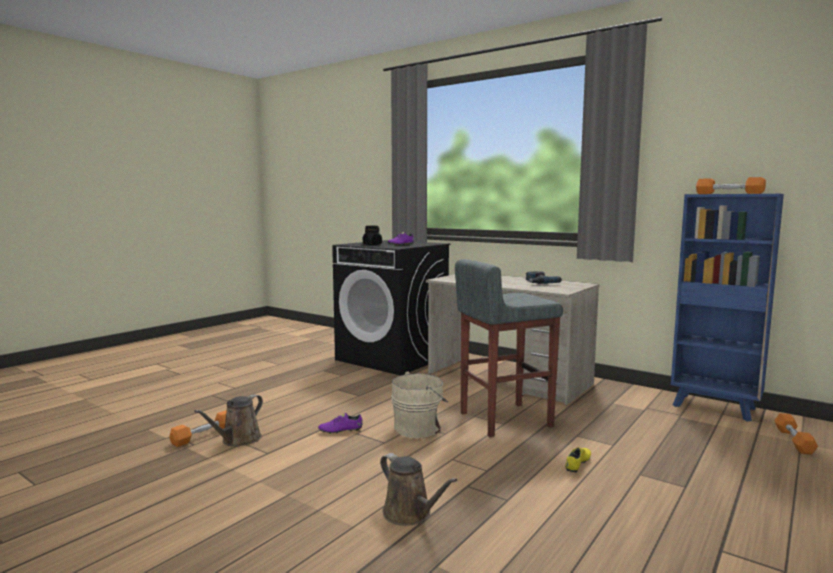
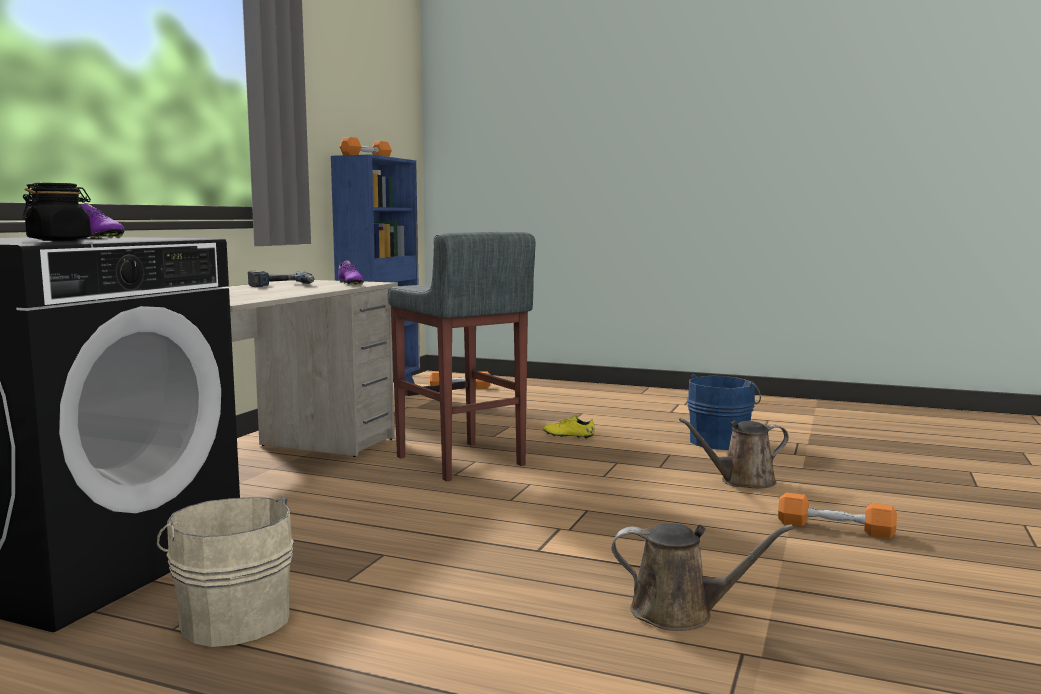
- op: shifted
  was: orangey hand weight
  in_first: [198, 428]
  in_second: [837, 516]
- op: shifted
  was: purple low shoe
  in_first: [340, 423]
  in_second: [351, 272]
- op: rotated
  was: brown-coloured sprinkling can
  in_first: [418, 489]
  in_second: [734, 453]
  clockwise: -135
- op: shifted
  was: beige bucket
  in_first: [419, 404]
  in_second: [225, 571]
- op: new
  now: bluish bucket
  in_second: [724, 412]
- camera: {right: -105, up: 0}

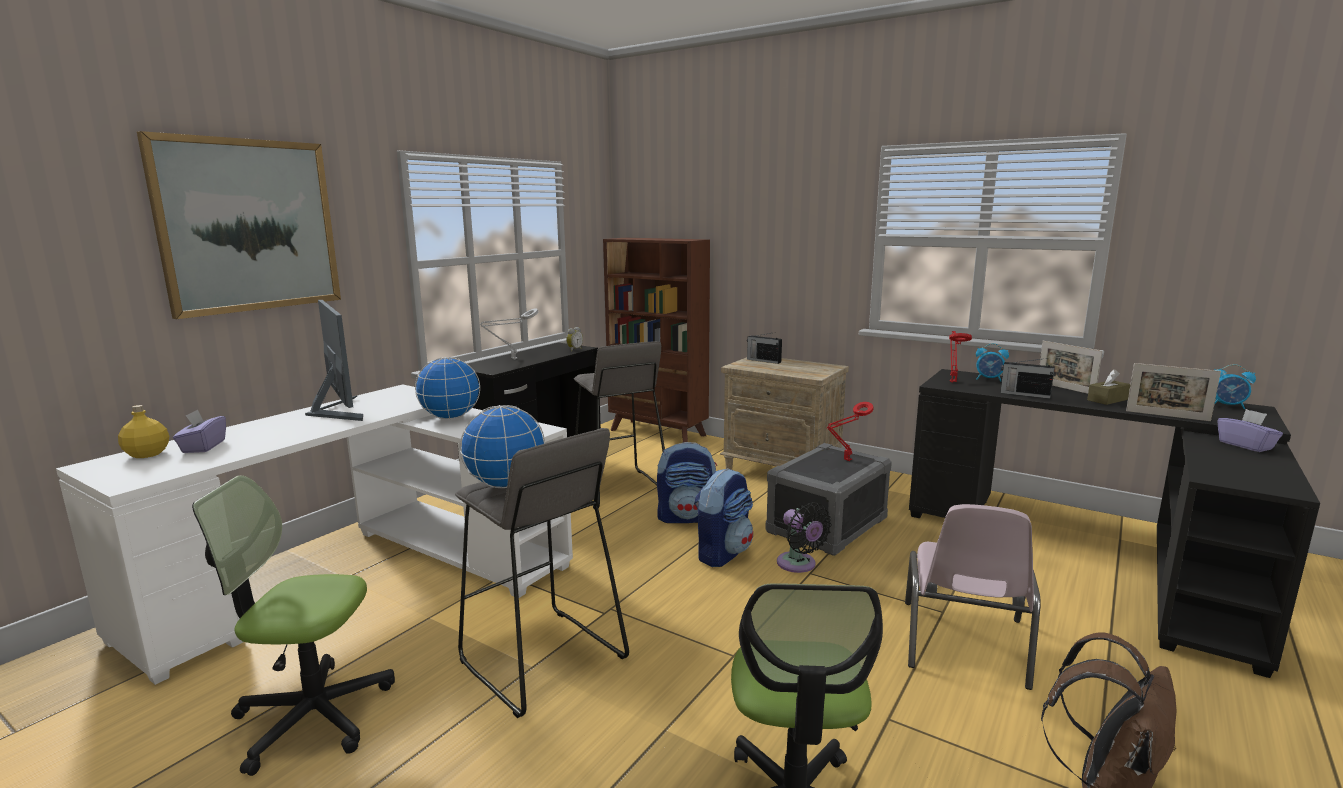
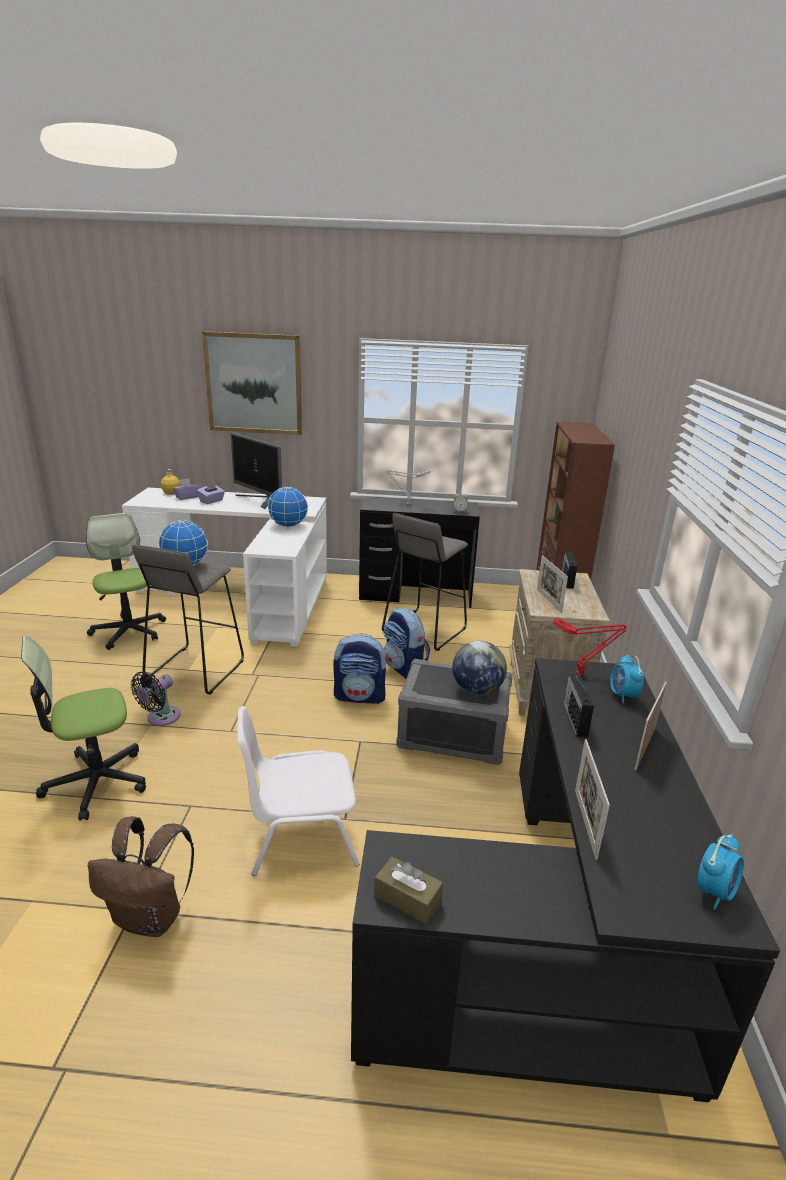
- op: rotated
  was: computer screen
  in_first: [334, 360]
  in_second: [256, 471]
  clockwise: 105
- op: shifted
  was: black fan
  in_first: [804, 537]
  in_second: [155, 698]
- op: swapped
  was: red-coloured lamp for a table
  now: globe
  in_first: [850, 431]
  in_second: [479, 668]
- op: repainted
  was: pinkish plain chair
  now: white plain chair
  in_first: [973, 597]
  in_second: [298, 791]
- op: shifted
  was: brown-coloured box of tissues
  in_first: [1108, 387]
  in_second: [408, 890]
- op: rotated
  was: table clock
  in_first: [1235, 386]
  in_second: [721, 871]
  clockwise: -135
- op: shifted
  was: purple box of tissues
  in_first: [1250, 430]
  in_second: [211, 493]
- op: new
  now: photo frame
  in_second: [552, 584]
- camera: {right: 60, up: 10}

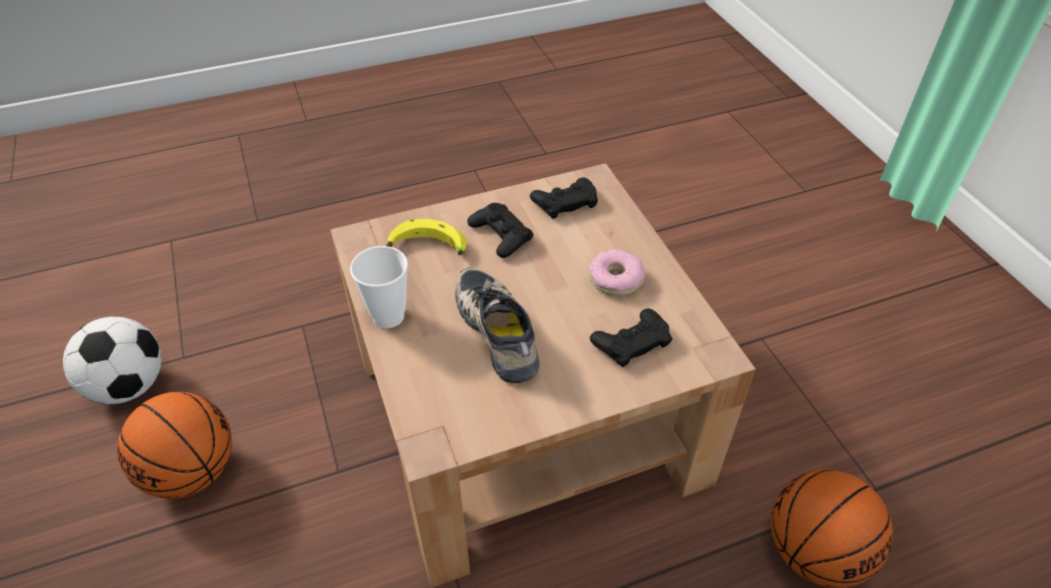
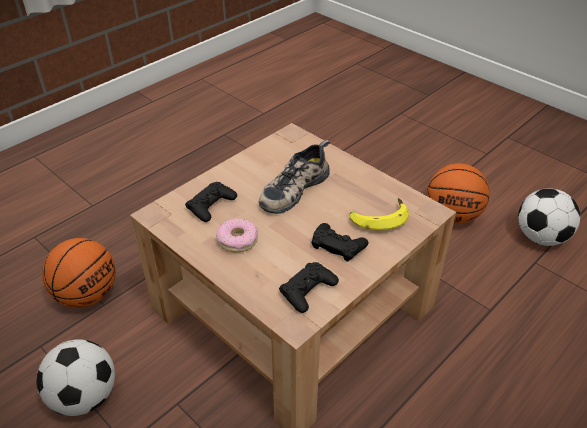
- op: gone
  was: drinking cup
  in_first: [379, 287]
- op: rotated
  was: low shoe
  in_first: [497, 325]
  in_second: [294, 177]
  clockwise: 90
- op: new
  now: football ball
  in_second: [75, 377]
- camera: {right: 155, up: -5}

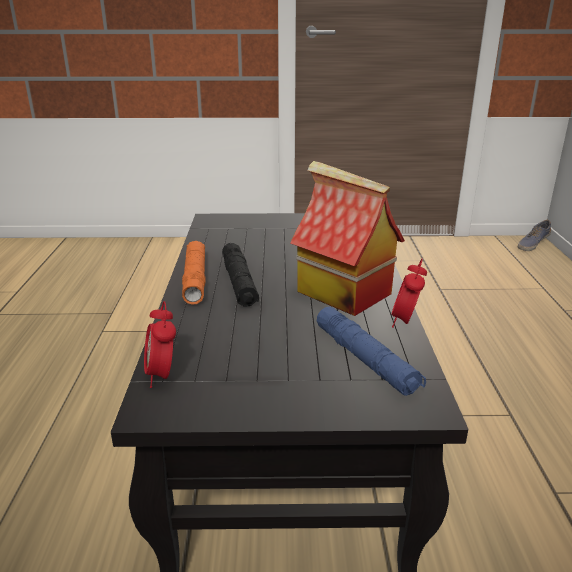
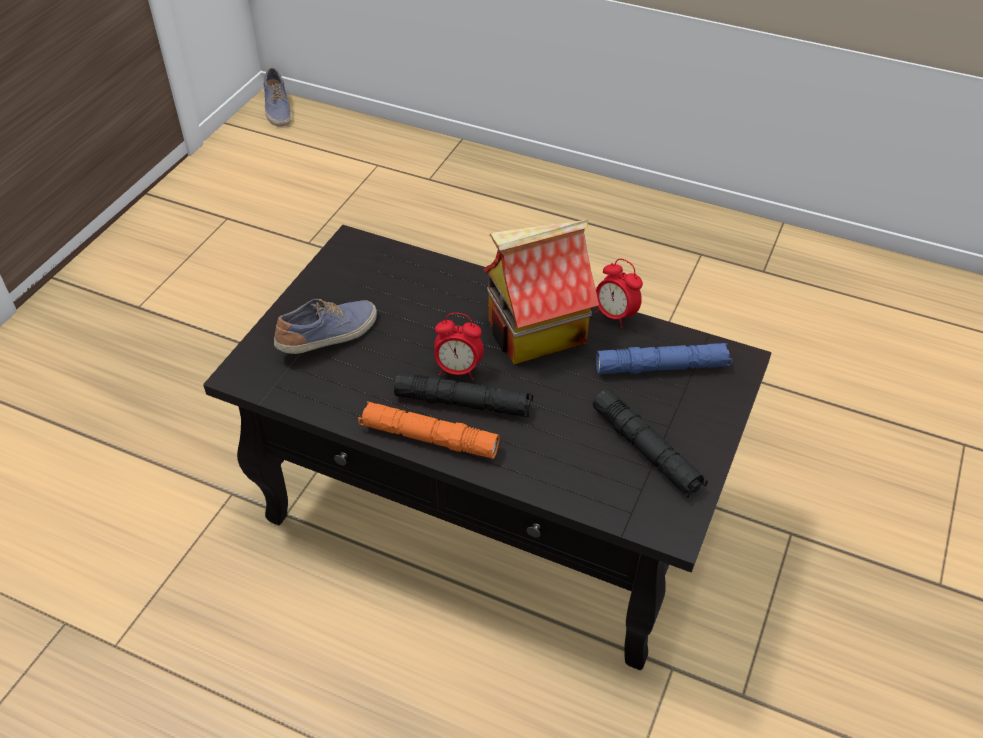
- op: shifted
  was: table clock
  in_first: [160, 344]
  in_second: [459, 346]
- op: new
  now: low shoe
  in_second: [325, 326]
- op: new
  now: black torch
  in_second: [650, 443]
- camera: {right: -65, up: 20}

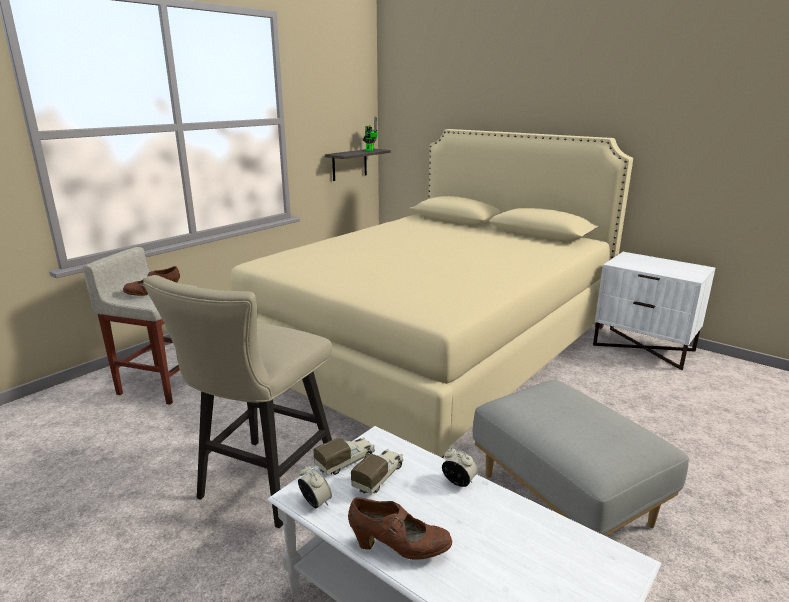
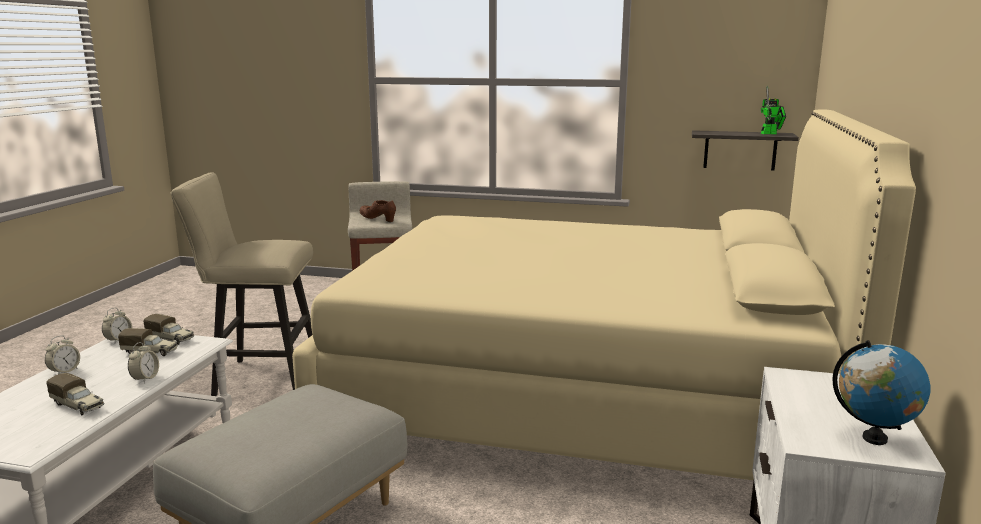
- op: swapped
  was: brown-coloured low shoe
  now: table clock
  in_first: [400, 528]
  in_second: [62, 355]
- op: new
  now: toy lorry
  in_second: [75, 394]
- op: new
  now: globe
  in_second: [881, 392]
- camera: {right: 65, up: -5}

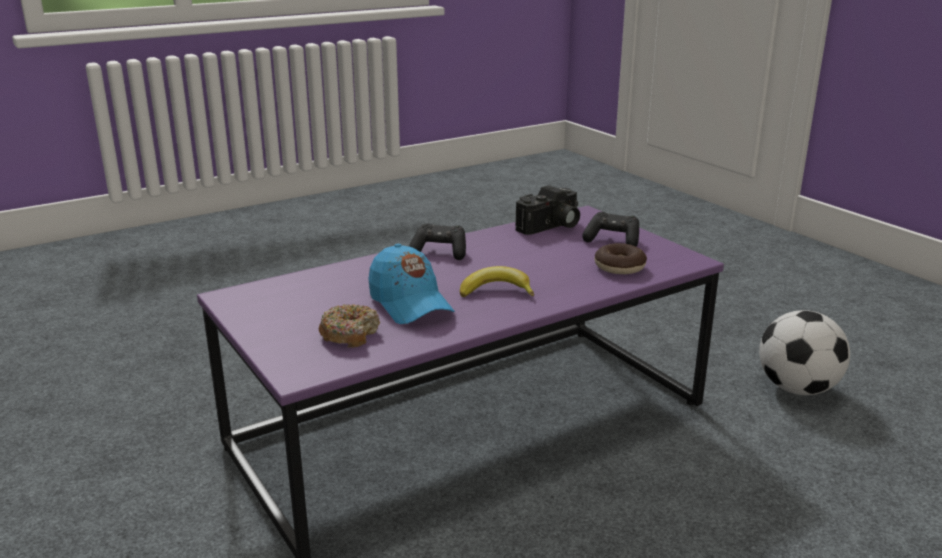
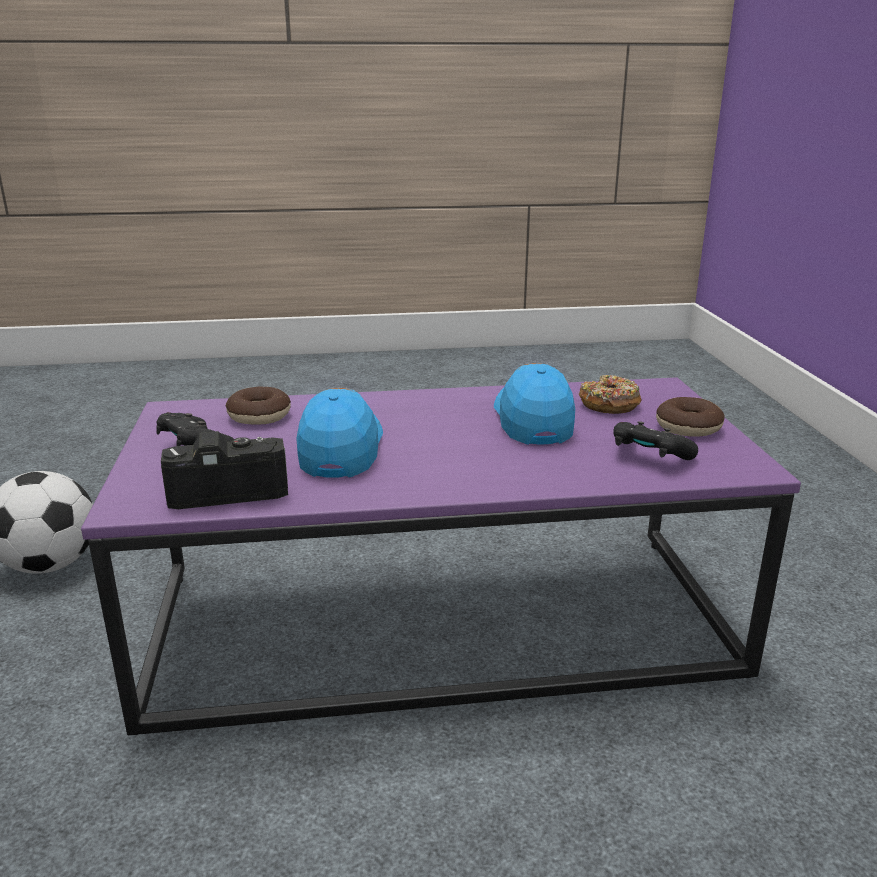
- op: shifted
  was: black gamepad
  in_first: [437, 241]
  in_second: [655, 440]
- op: gone
  was: whole banana
  in_first: [497, 281]
- op: new
  now: bluish peaked cap
  in_second: [339, 433]
- op: new
  now: ring doughnut
  in_second: [690, 417]
- camera: {right: -155, up: 0}

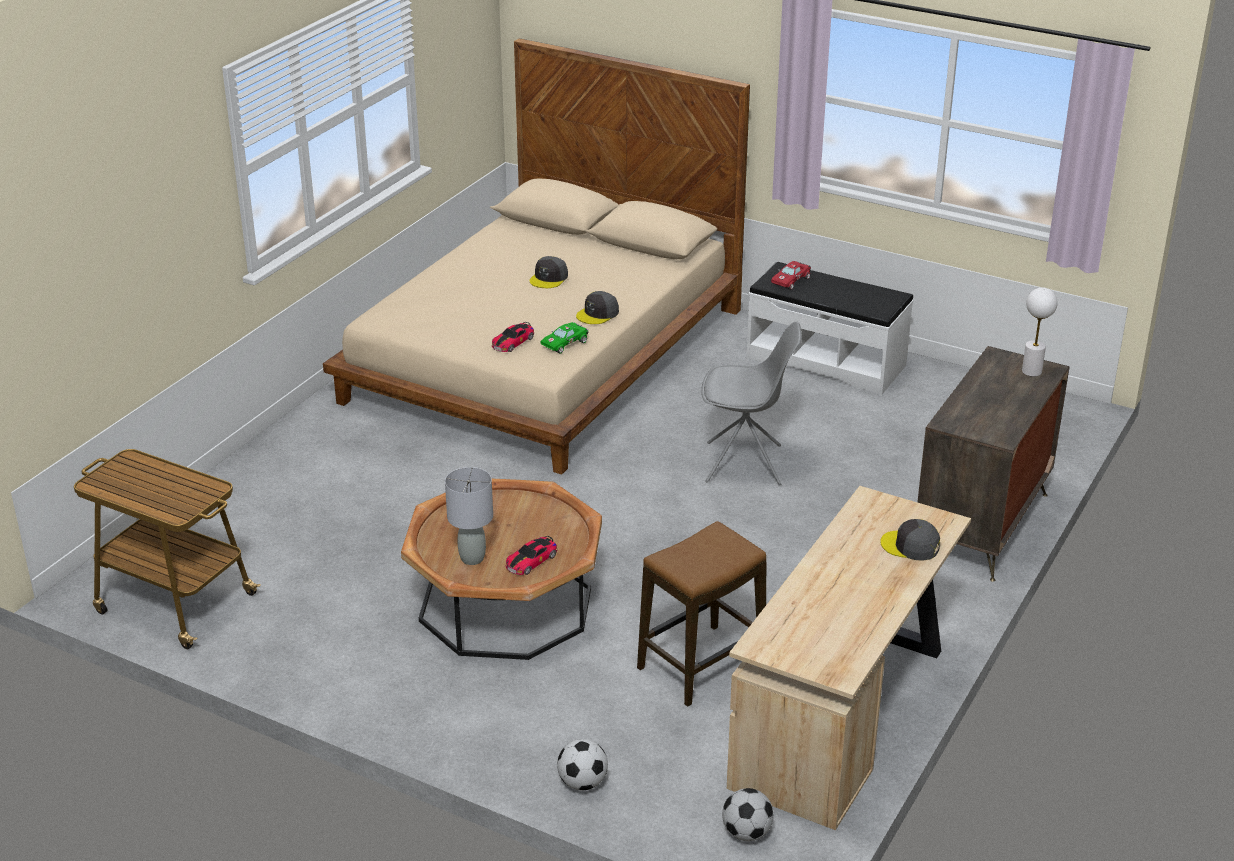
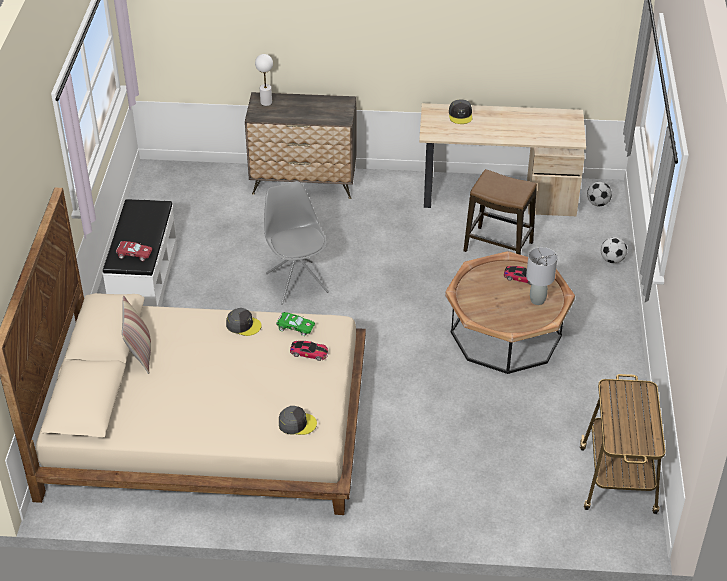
- op: shifted
  was: greyish peaked cap
  in_first: [549, 272]
  in_second: [298, 420]
- op: new
  now: pillow
  in_second: [136, 335]
- camera: {right: -115, up: 10}

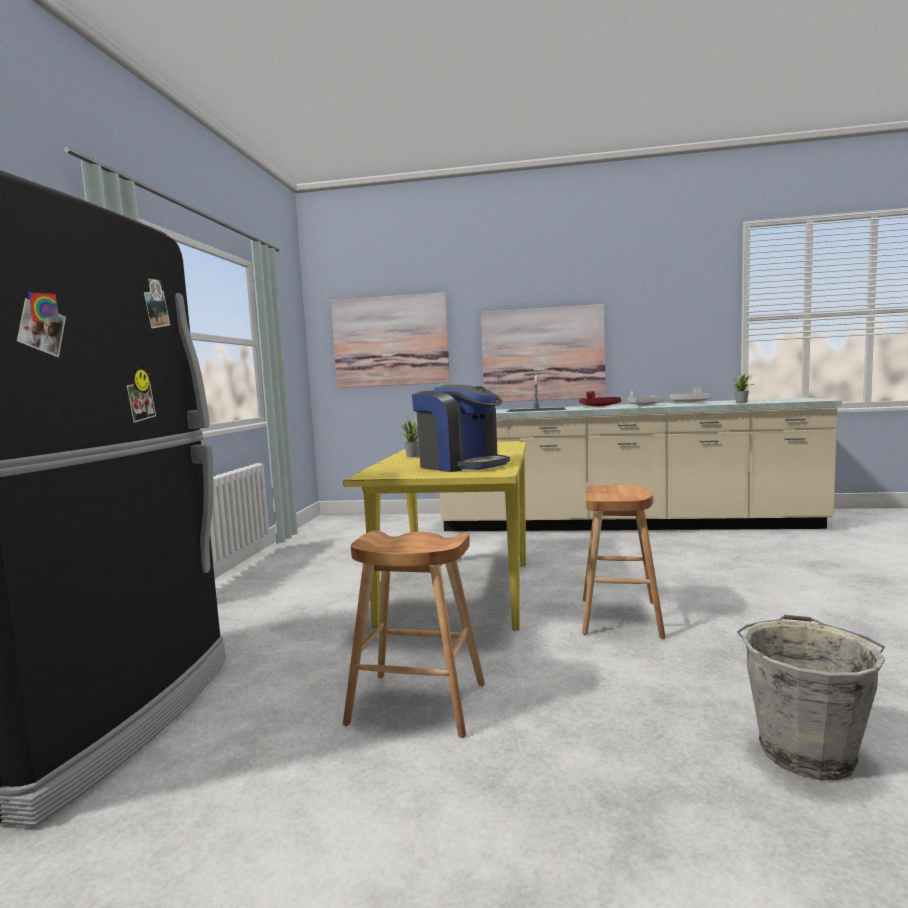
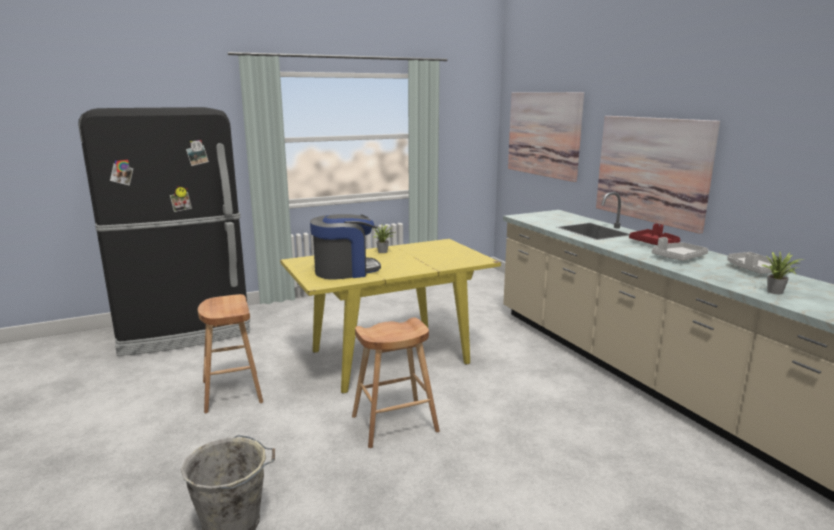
- op: rotated
  was: coffee brewer
  in_first: [461, 428]
  in_second: [345, 247]
  clockwise: -120
- camera: {right: 55, up: 10}

